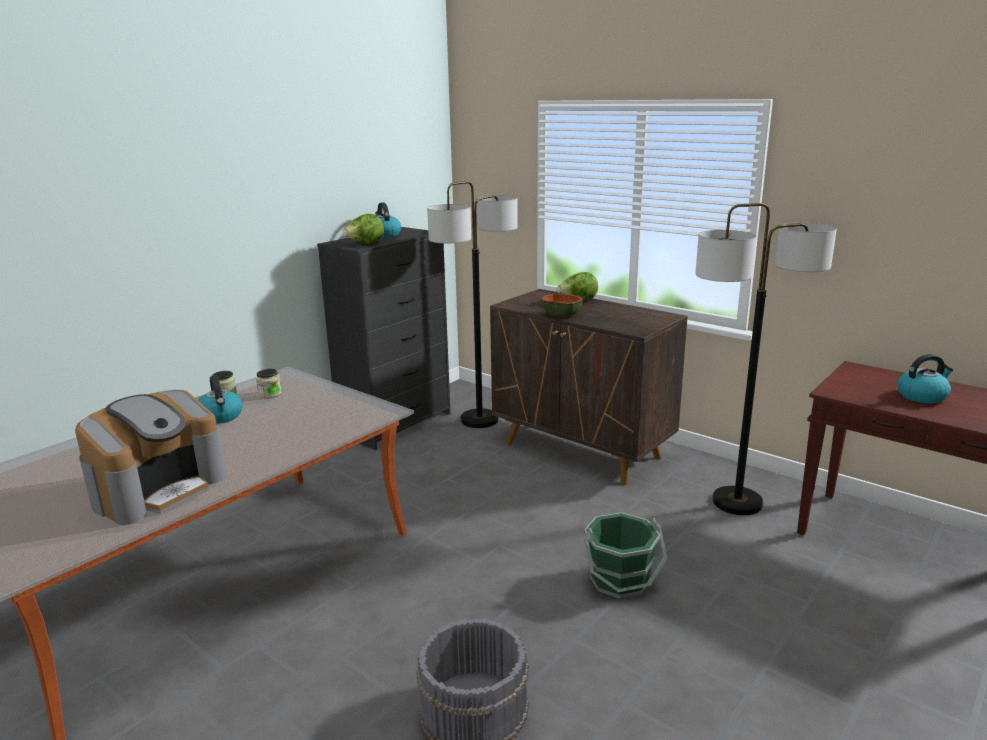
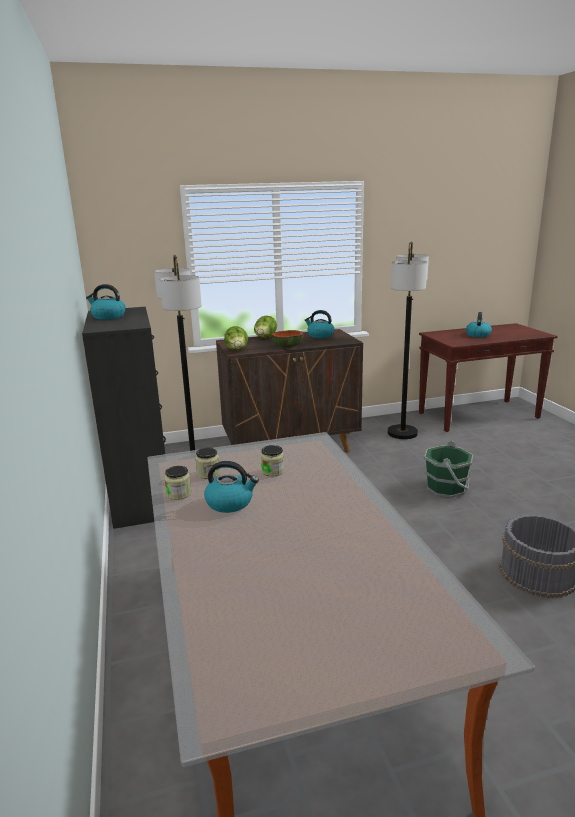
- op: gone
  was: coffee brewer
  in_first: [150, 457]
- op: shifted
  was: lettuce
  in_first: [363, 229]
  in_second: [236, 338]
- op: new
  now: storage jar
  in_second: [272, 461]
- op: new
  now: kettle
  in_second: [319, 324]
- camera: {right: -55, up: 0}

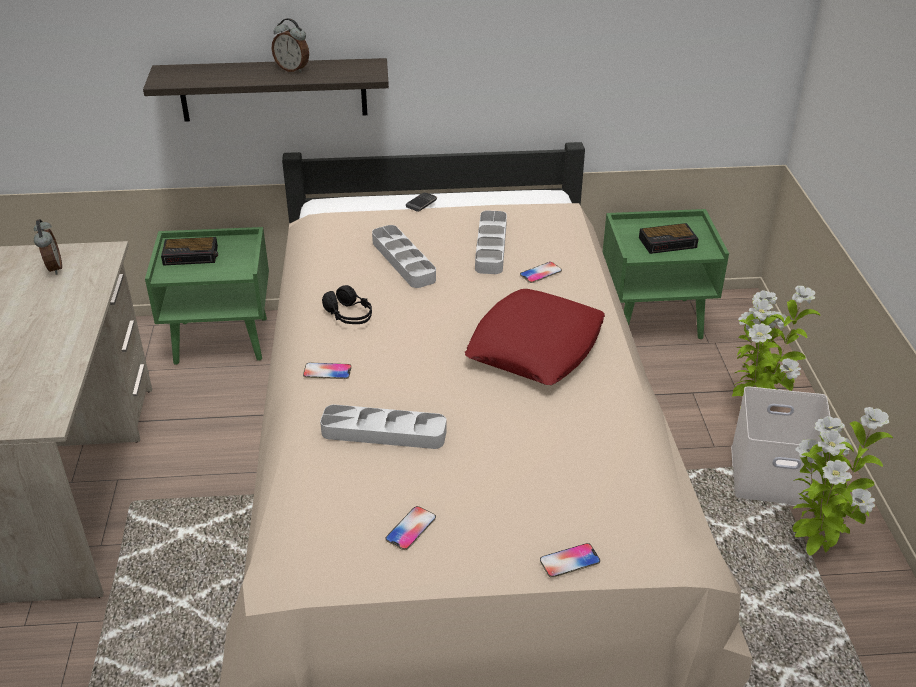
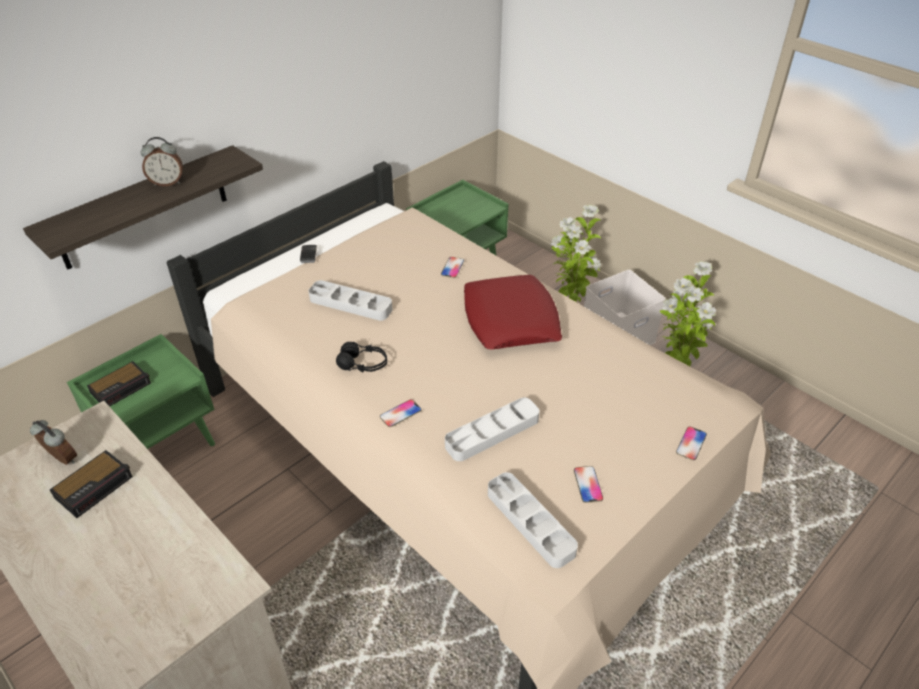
- op: shifted
  was: greyish tray
  in_first: [491, 242]
  in_second: [533, 520]
- op: shifted
  was: table clock
  in_first: [668, 238]
  in_second: [91, 484]
- camera: {right: -40, up: 5}

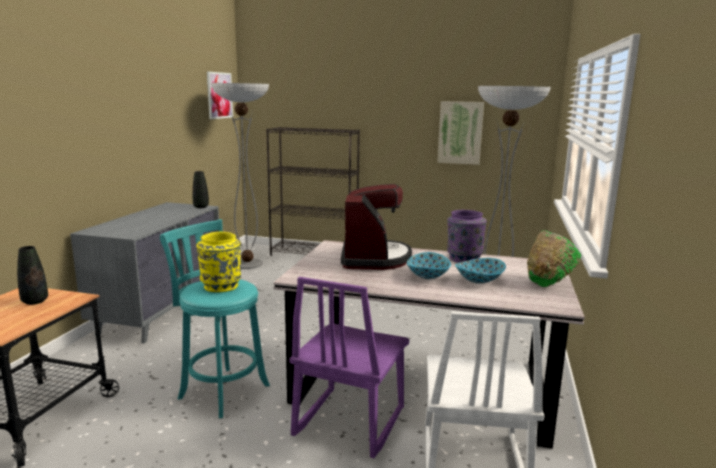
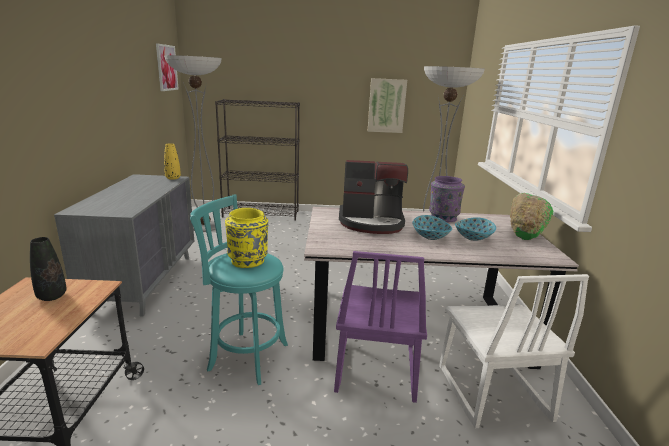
- op: repainted
  was: black decorative vase
  now: yellowish decorative vase
  in_first: [200, 189]
  in_second: [172, 161]
- op: rotated
  was: coffee brewer
  in_first: [376, 227]
  in_second: [373, 197]
  clockwise: 105
- camera: {right: -15, up: 5}

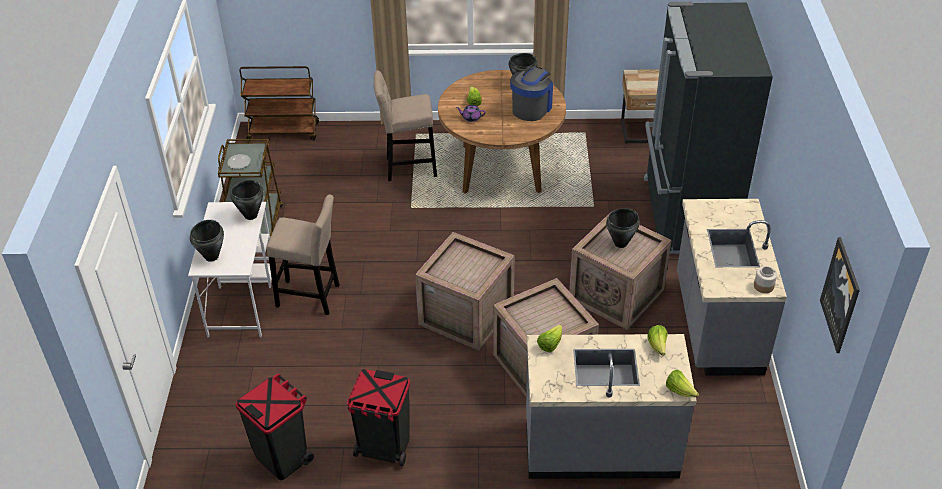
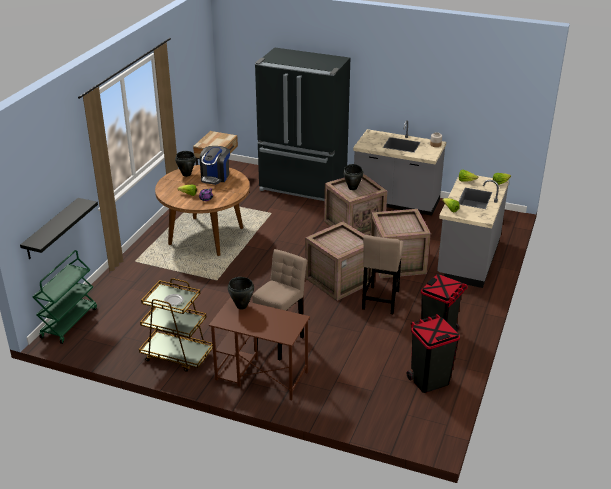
- op: repainted
  was: white desk unit
  now: brown-coloured desk unit
  in_first: [230, 270]
  in_second: [259, 349]
- op: gone
  was: black stockpot
  in_first: [207, 241]
- op: repainted
  was: brown-coloured wheeled cart
  now: green wheeled cart
  in_first: [279, 103]
  in_second: [65, 297]
- op: shifted
  was: beige sitting stool
  in_first: [405, 125]
  in_second: [382, 274]
- op: rotated
  was: coffee brewer
  in_first: [531, 94]
  in_second: [215, 165]
  clockwise: -120
- op: gone
  was: wall art
  in_first: [840, 295]
- op: new
  now: black bracket shelf
  in_second: [59, 228]
- camera: {right: -70, up: -10}

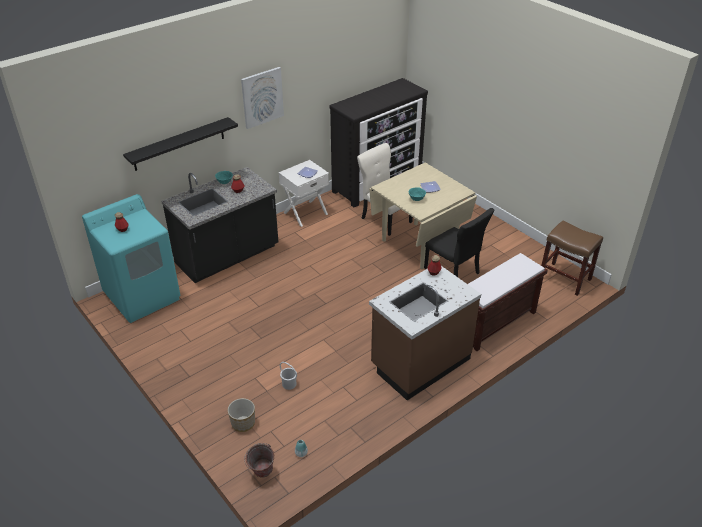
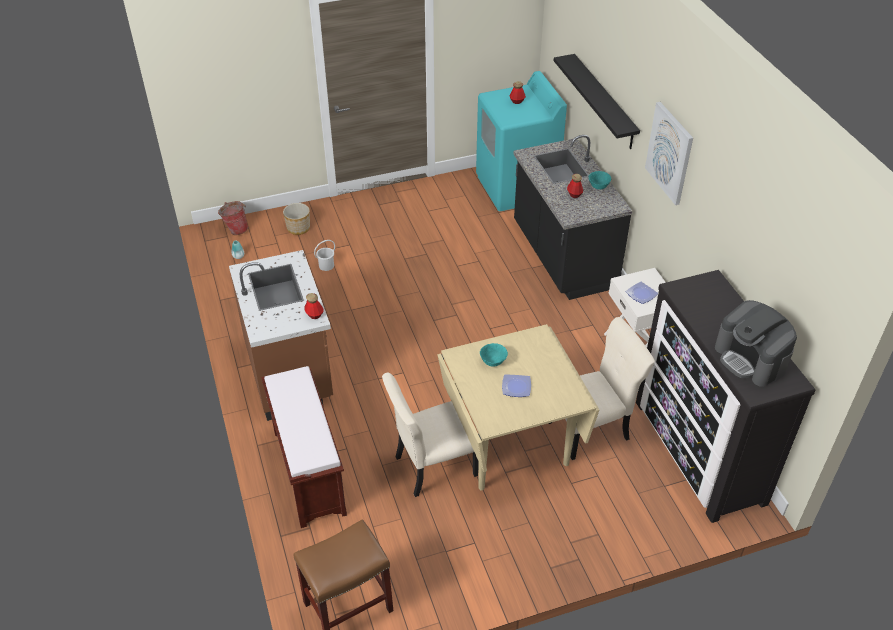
- op: repainted
  was: black plain chair
  now: beige plain chair
  in_first: [459, 242]
  in_second: [430, 434]
- op: new
  now: coffee brewer
  in_second: [756, 343]
- camera: {right: 110, up: 5}

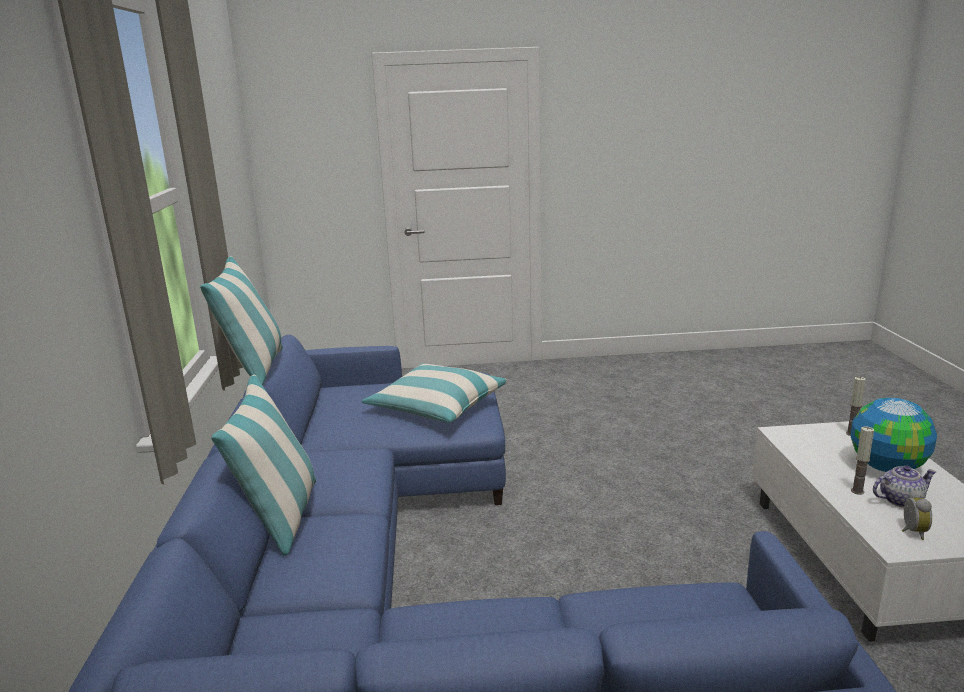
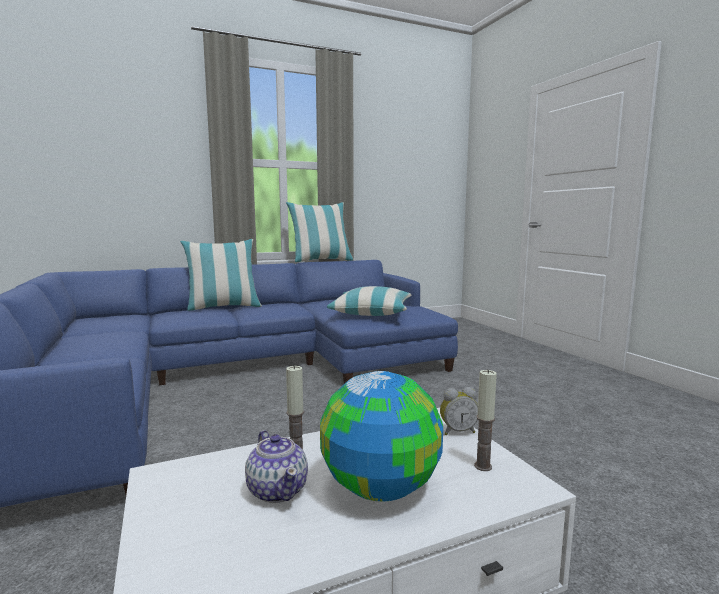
- op: shifted
  was: table clock
  in_first: [917, 514]
  in_second: [459, 411]
- camera: {right: 70, up: -10}

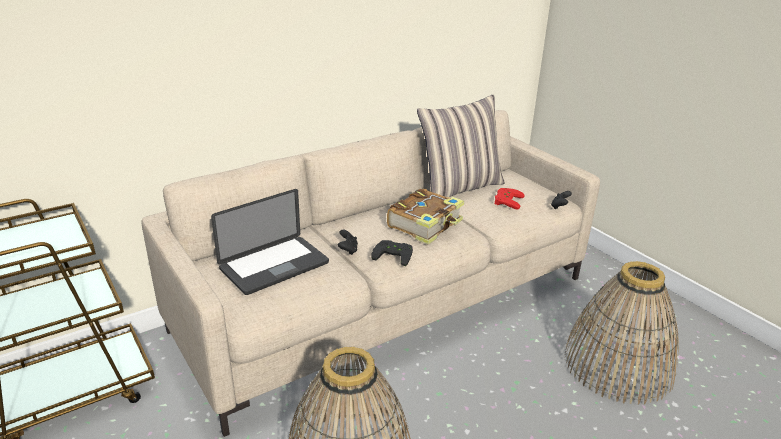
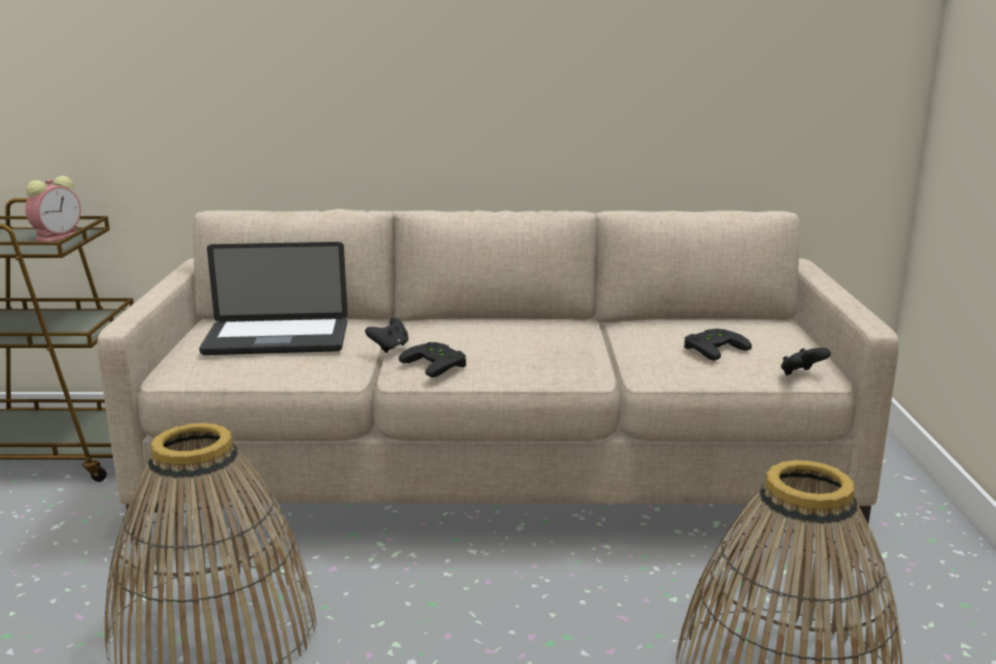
- op: gone
  was: bound book
  in_first: [425, 216]
- op: gone
  was: pillow
  in_first: [461, 146]
- op: repainted
  was: red-coloured gamepad
  now: black gamepad
  in_first: [509, 199]
  in_second: [718, 344]
- op: new
  now: table clock
  in_second: [53, 209]
- camera: {right: 35, up: -10}

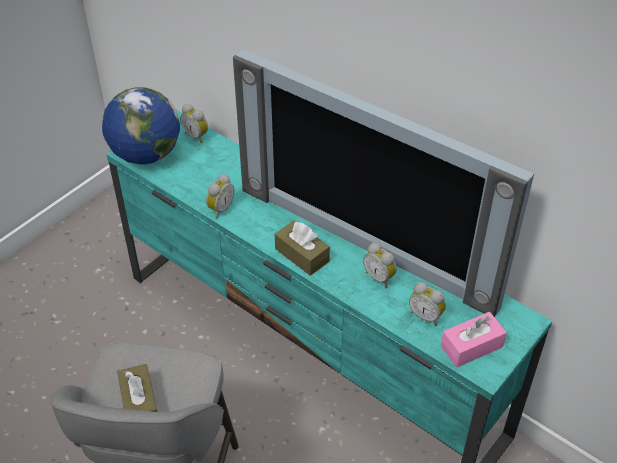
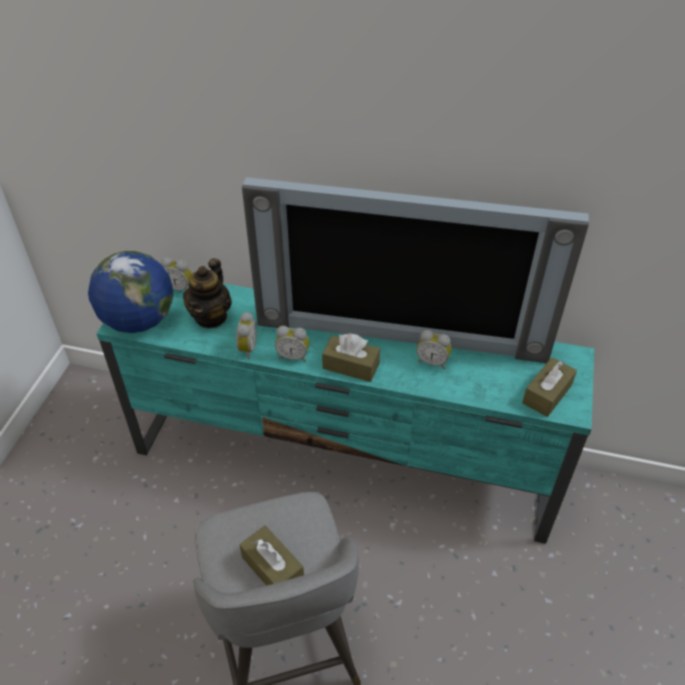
- op: shifted
  was: table clock
  in_first: [427, 304]
  in_second: [292, 344]
- op: repainted
  was: pinkish box of tissues
  now: brown-coloured box of tissues
  in_first: [474, 339]
  in_second: [549, 387]
- op: new
  now: tea pot
  in_second: [207, 293]
- camera: {right: -25, up: 0}

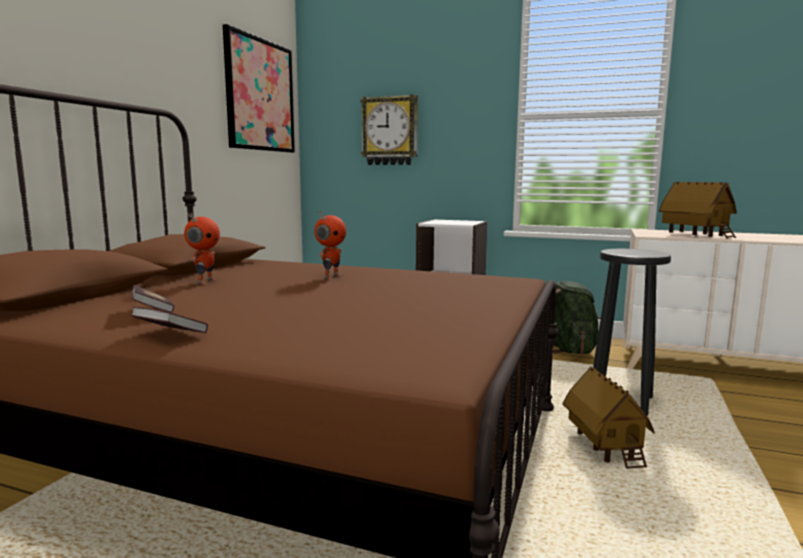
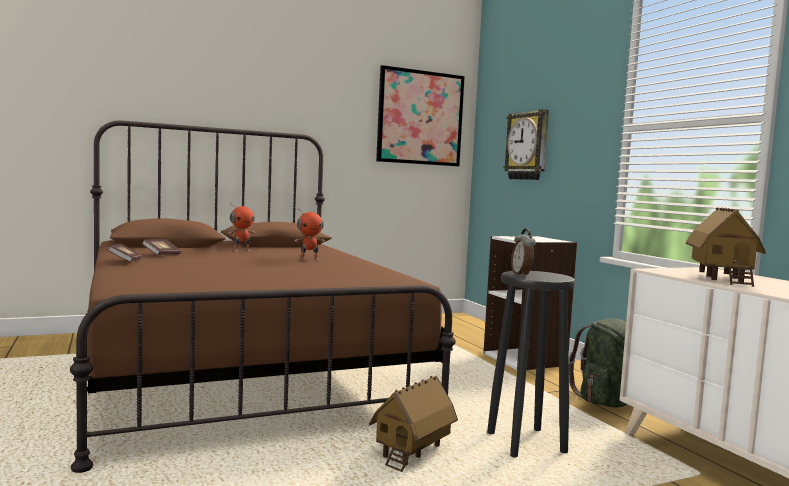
- op: new
  now: table clock
  in_second: [523, 252]
- camera: {right: 45, up: -5}

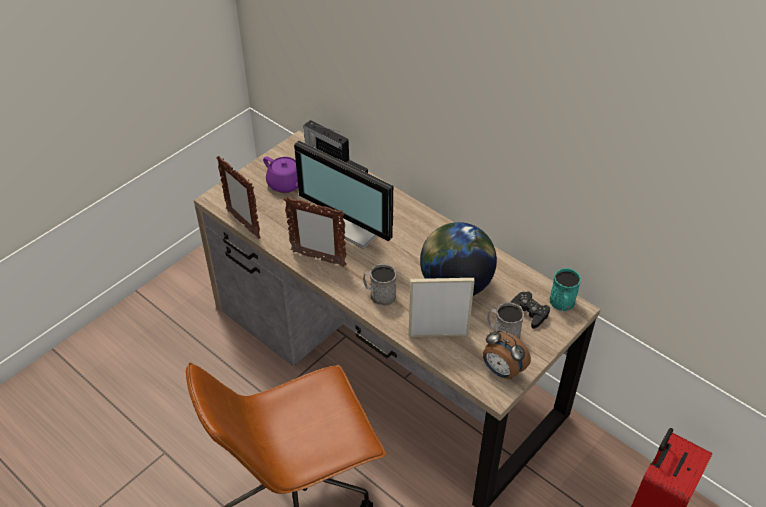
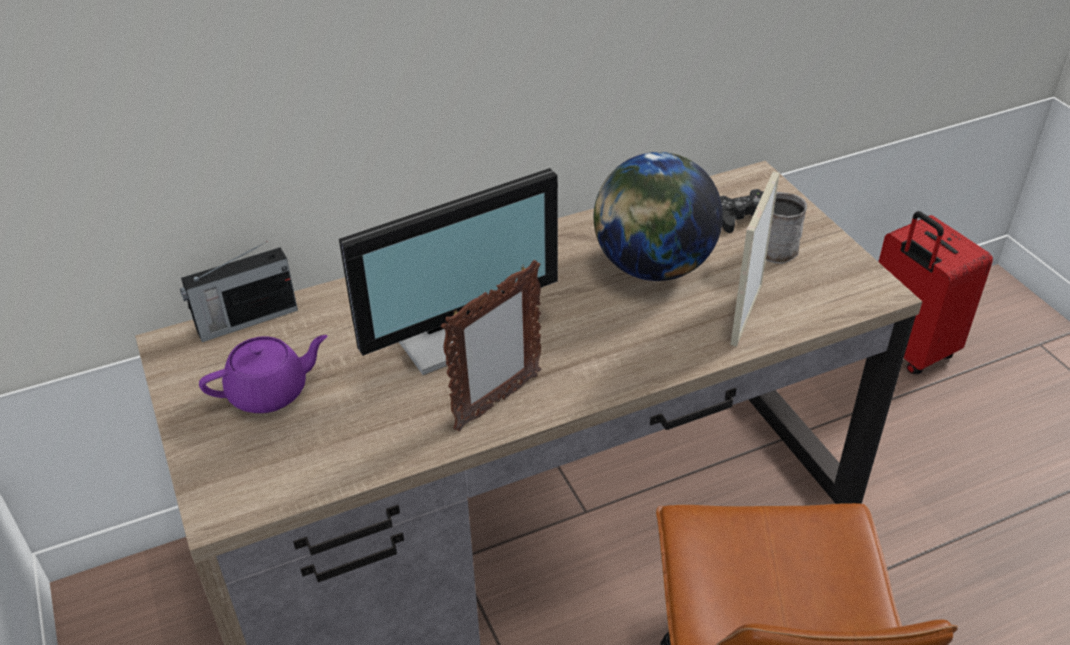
- op: gone
  was: photo frame
  in_first: [238, 197]
- op: gone
  was: greyish coffee mug
  in_first: [379, 285]
- op: gone
  was: table clock
  in_first: [507, 355]
- op: gone
  was: blue-green coffee mug
  in_first: [565, 289]
- camera: {right: -65, up: -5}

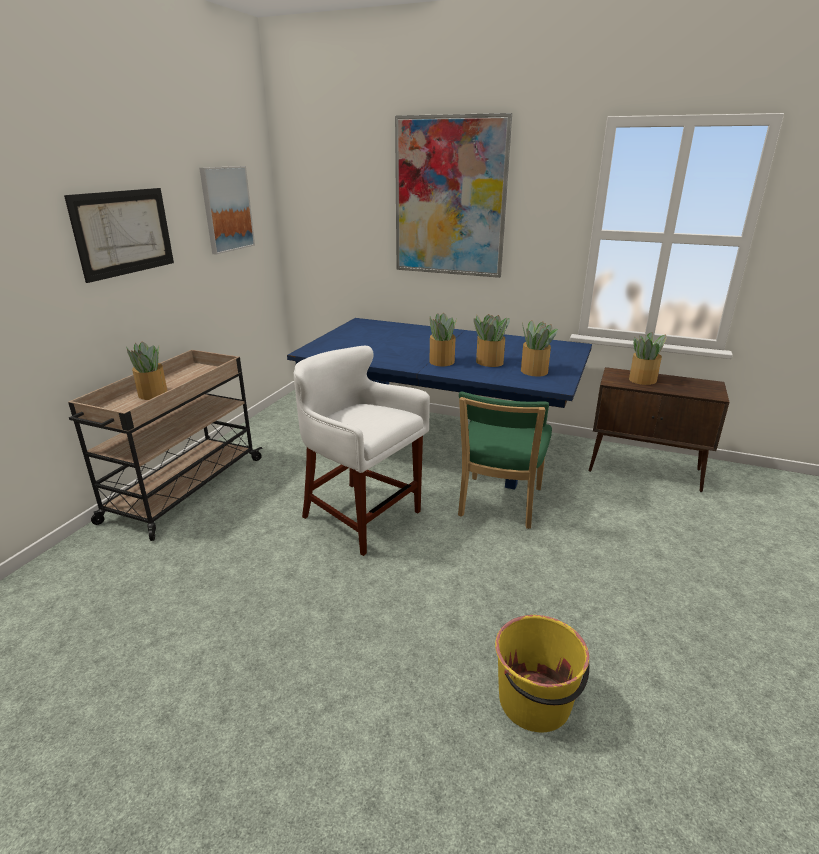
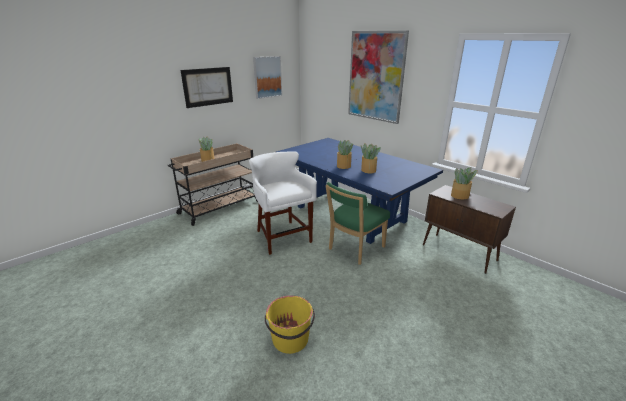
- op: gone
  was: plant in a pot
  in_first: [539, 348]
- camera: {right: 25, up: 0}

